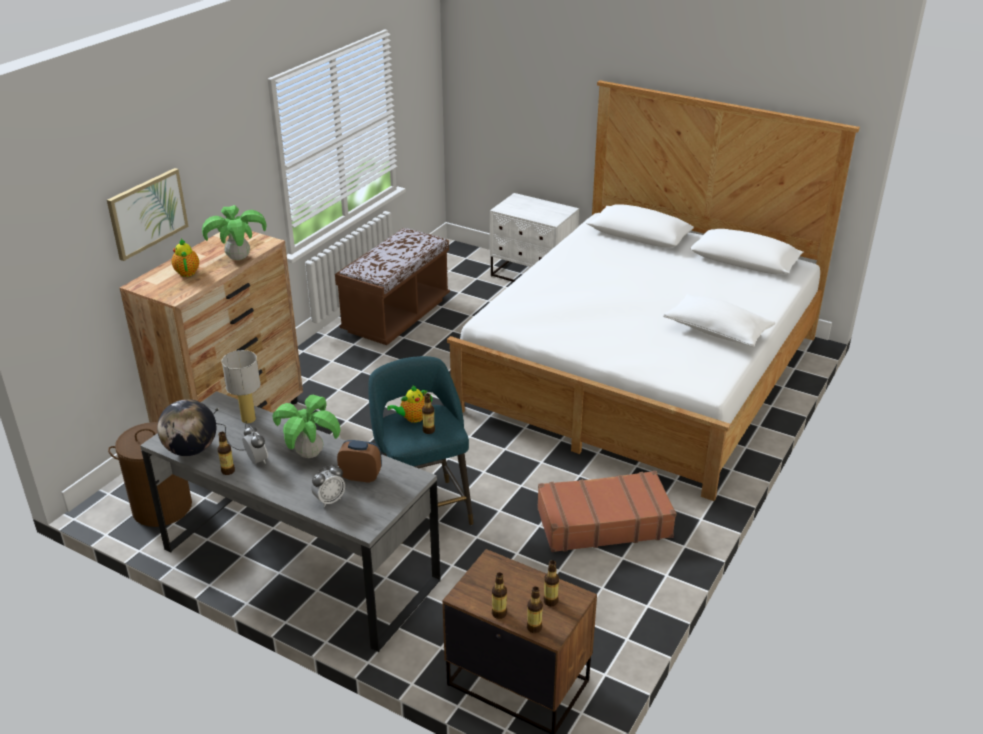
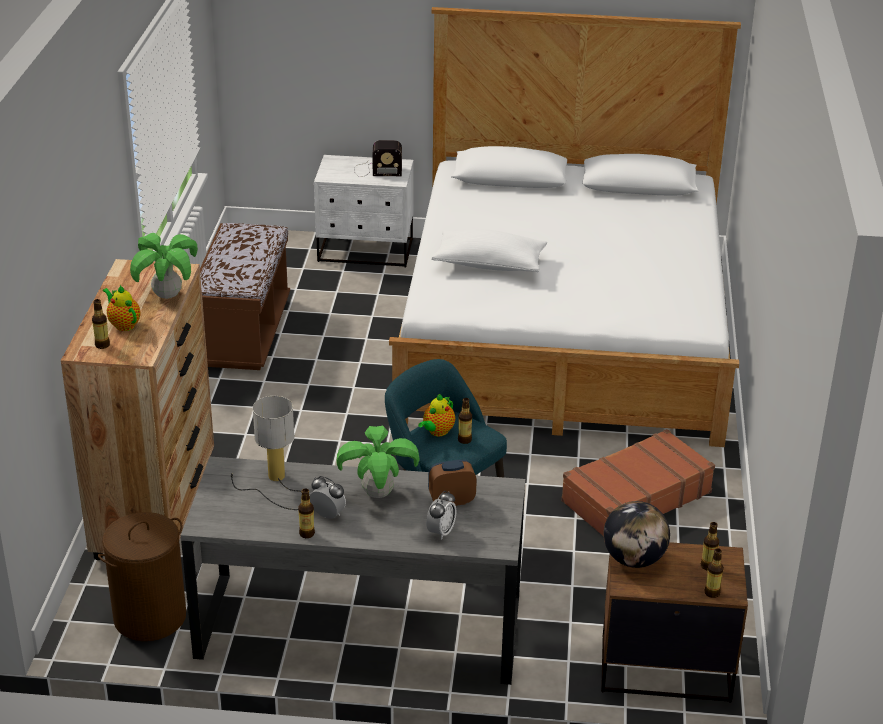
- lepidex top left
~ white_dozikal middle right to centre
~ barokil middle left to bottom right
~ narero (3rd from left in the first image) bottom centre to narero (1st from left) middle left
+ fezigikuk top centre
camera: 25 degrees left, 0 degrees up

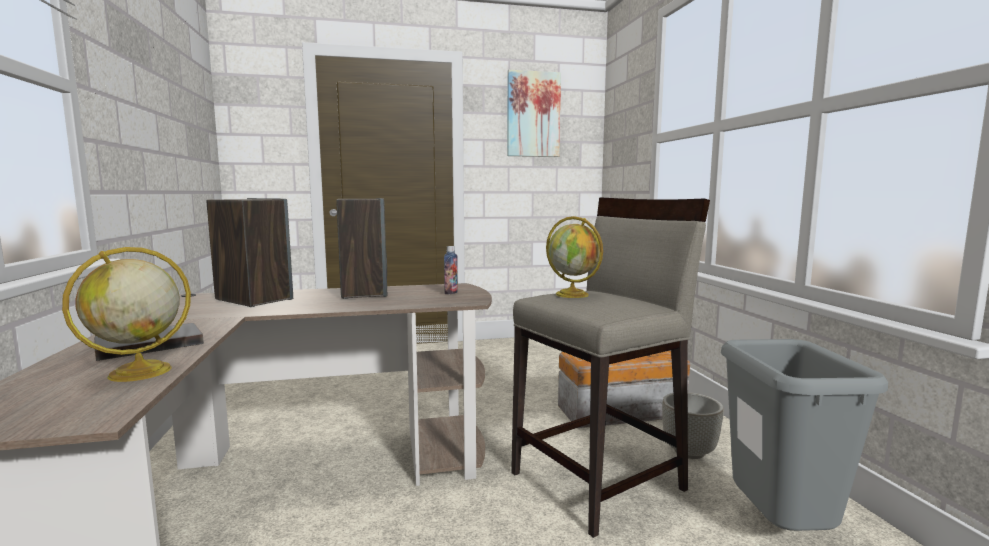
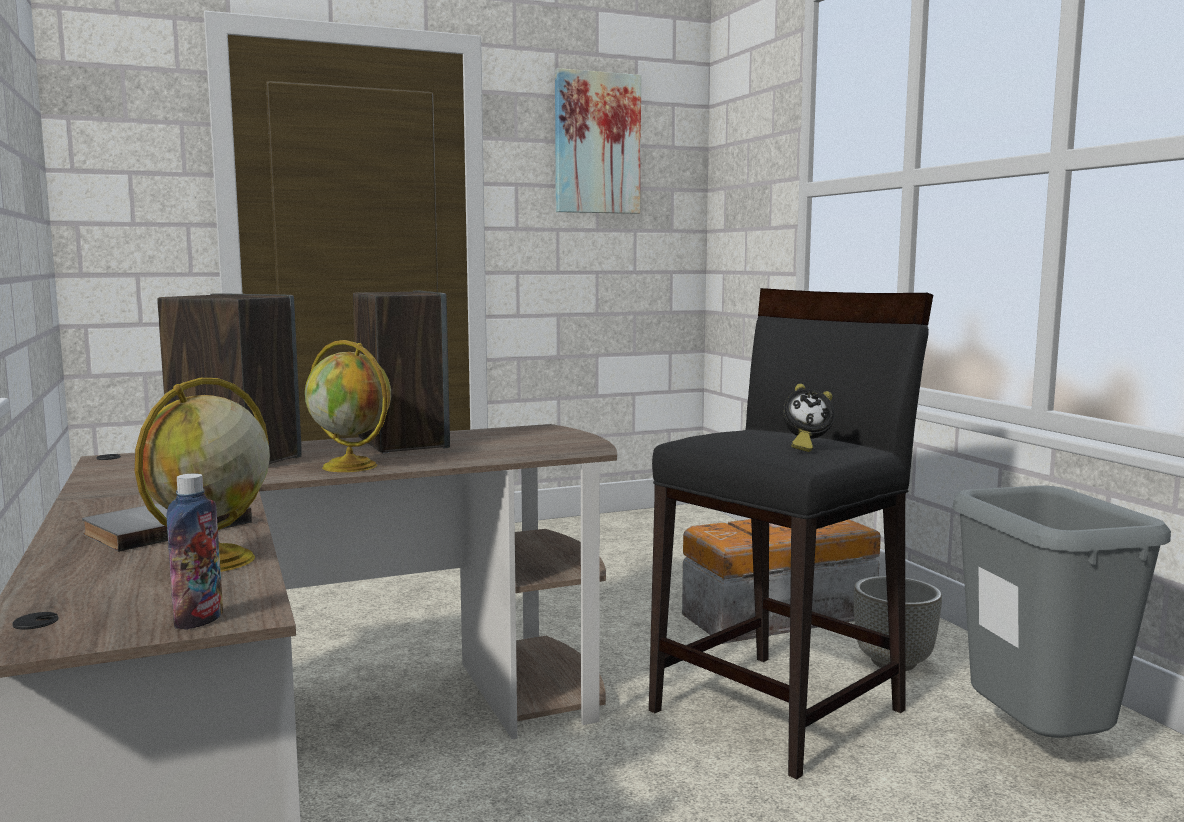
~ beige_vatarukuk bottom centre to black_vatarukuk middle right
~ barokil (2nd from left) centre to middle left
~ narero centre to bottom left
+ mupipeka middle right
camera: 10 degrees left, 0 degrees up

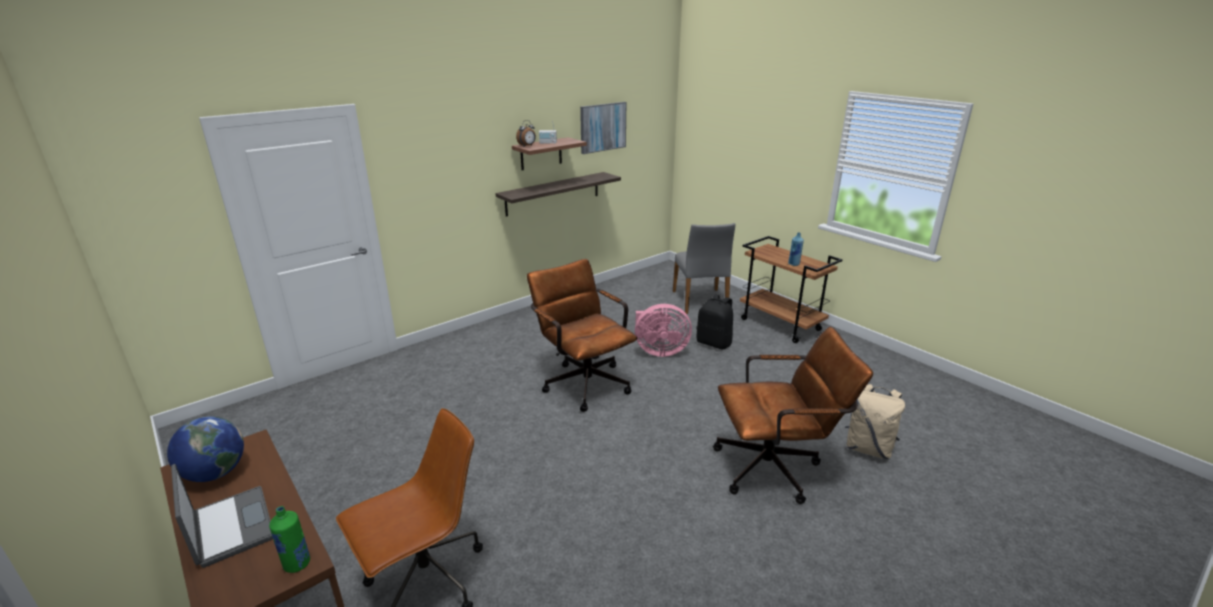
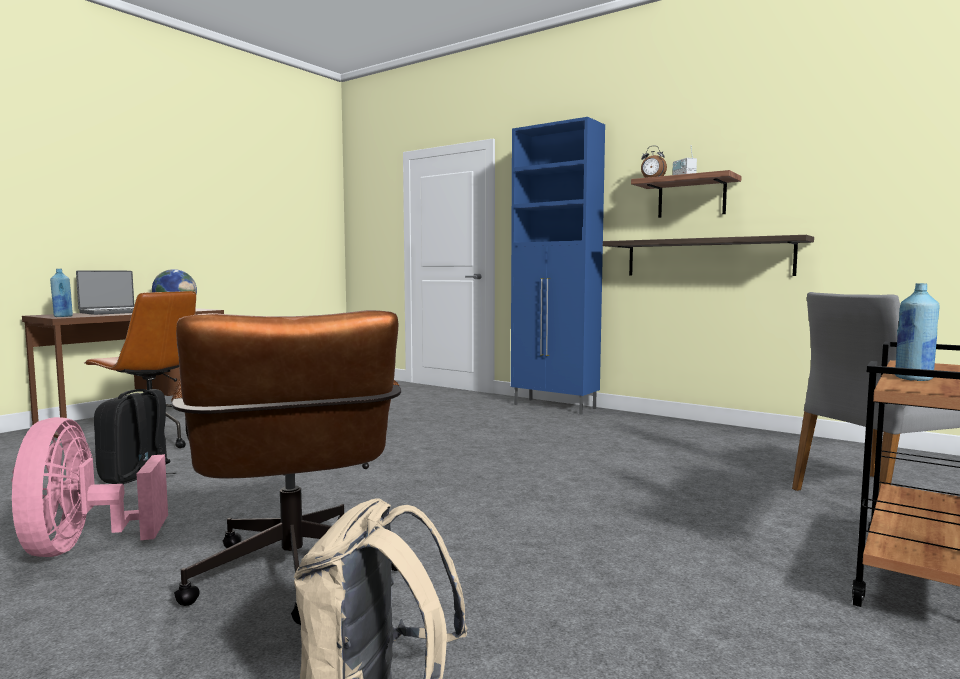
- lepidex top centre
- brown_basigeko (2nd from left) centre
~ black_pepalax centre to middle left
~ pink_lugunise centre to bottom left
~ green_narero bottom left to blue_narero (1st from left) middle left
+ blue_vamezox centre
camera: 75 degrees right, 20 degrees down

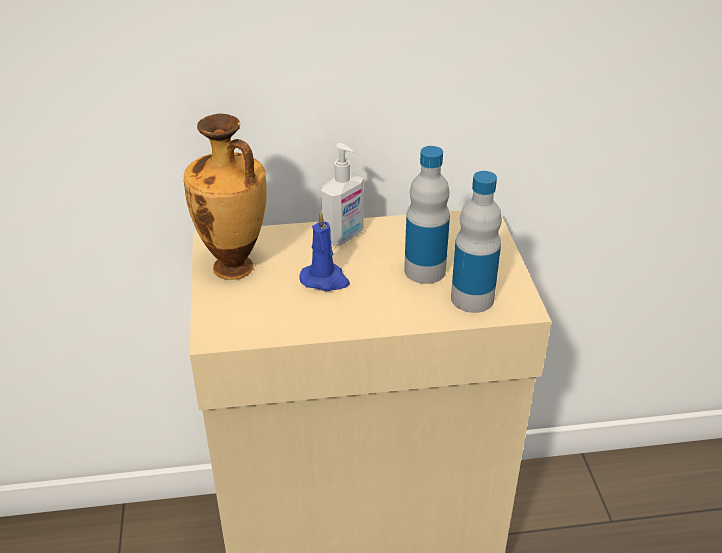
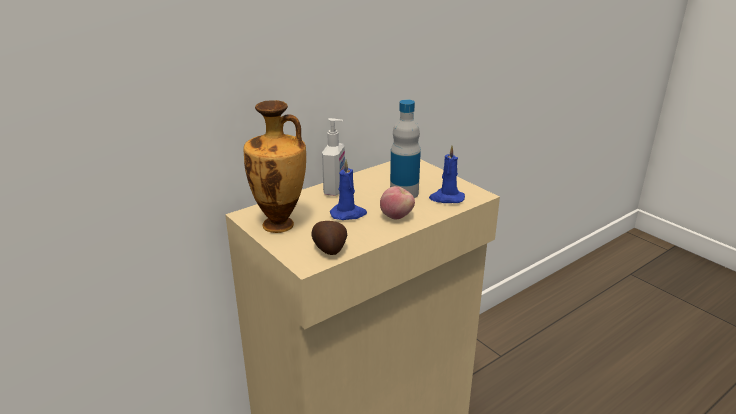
~ narero (2nd from left) centre to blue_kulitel (2nd from left) centre
+ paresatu centre
+ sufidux centre
camera: 30 degrees left, 10 degrees down

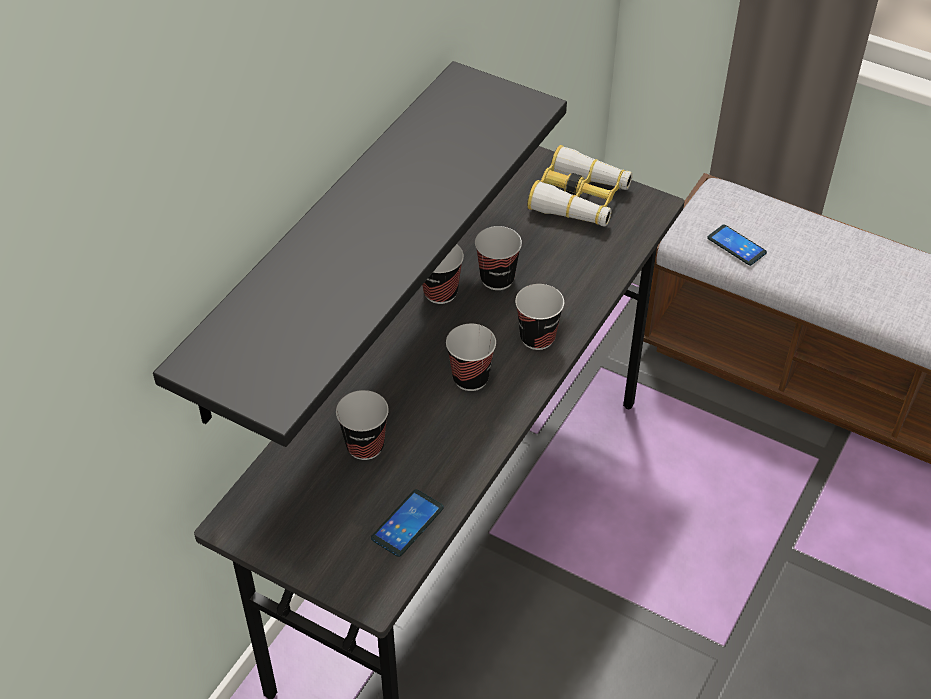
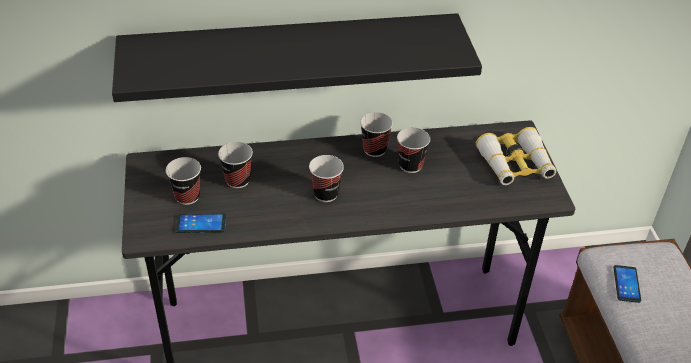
~ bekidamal (5th from left in the first image) centre to bekidamal (1st from left) middle left
camera: 50 degrees right, 5 degrees down

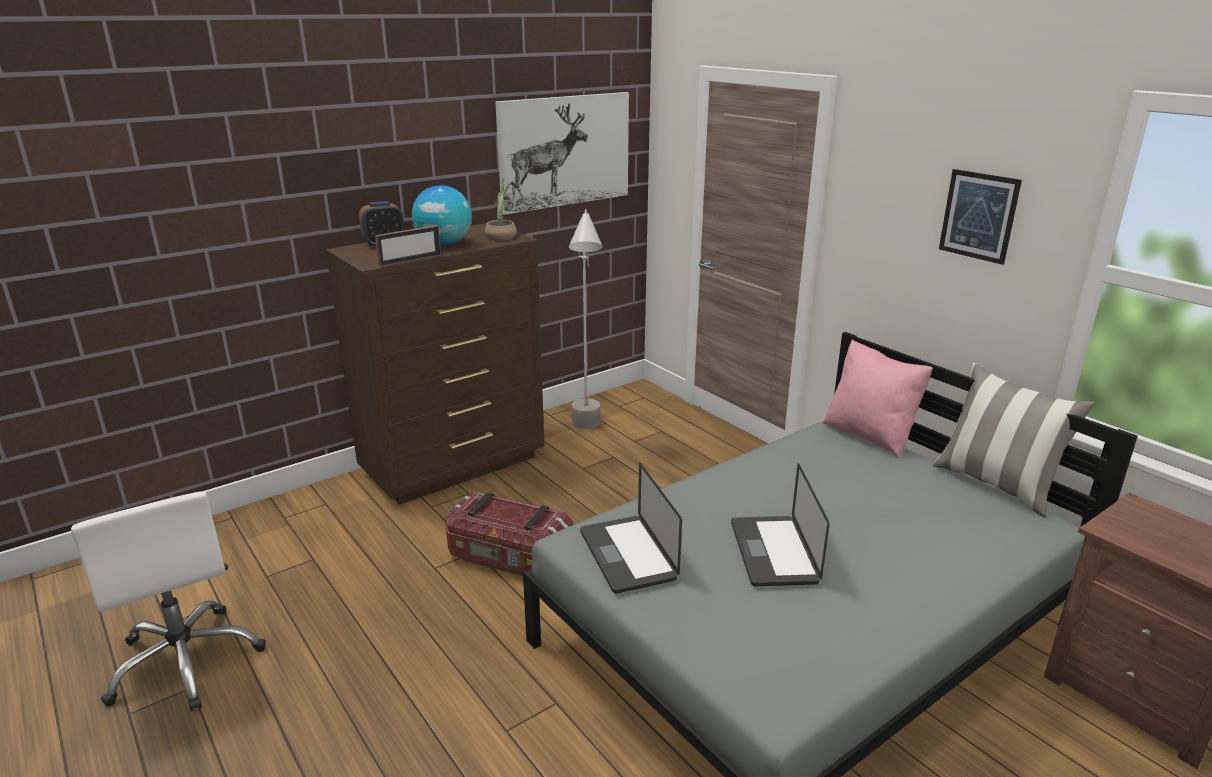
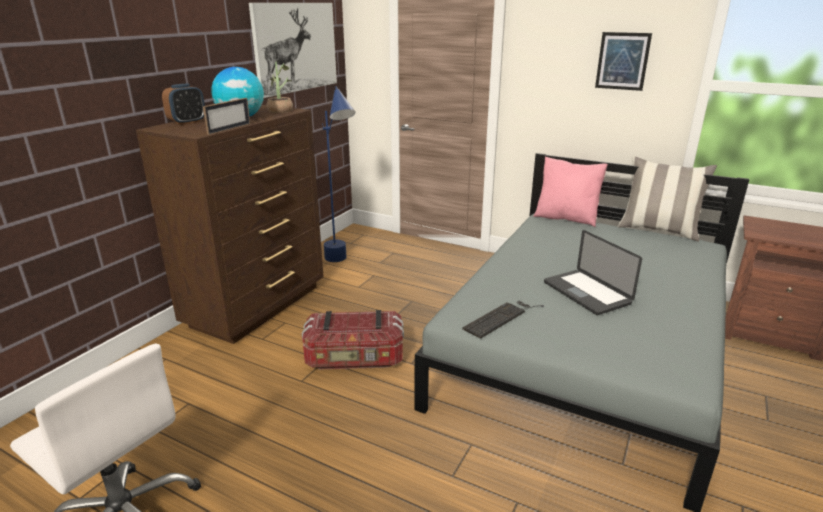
~ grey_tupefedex centre to blue_tupefedex centre
~ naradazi (1st from left) bottom centre to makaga centre
camera: 25 degrees left, 0 degrees up

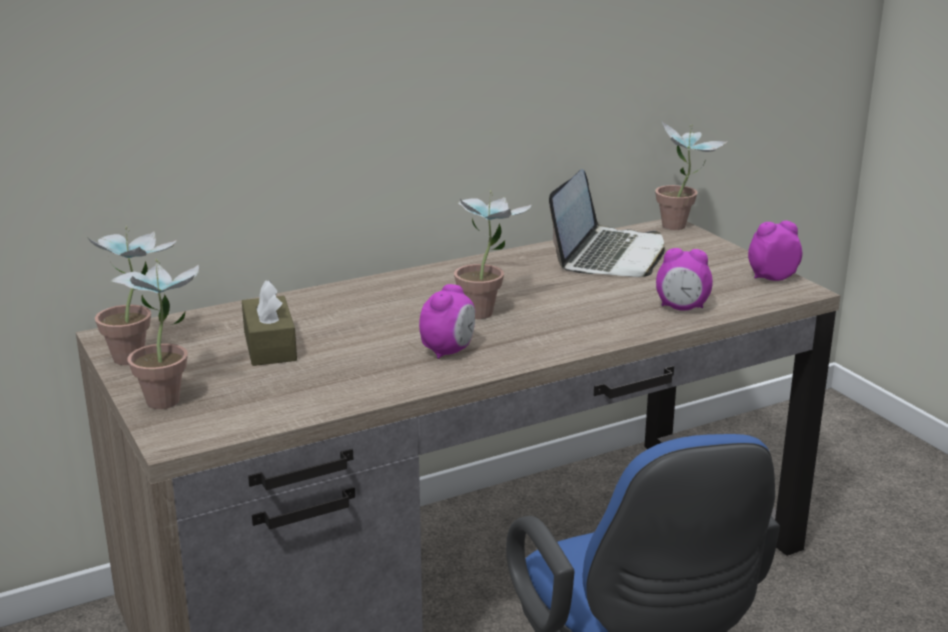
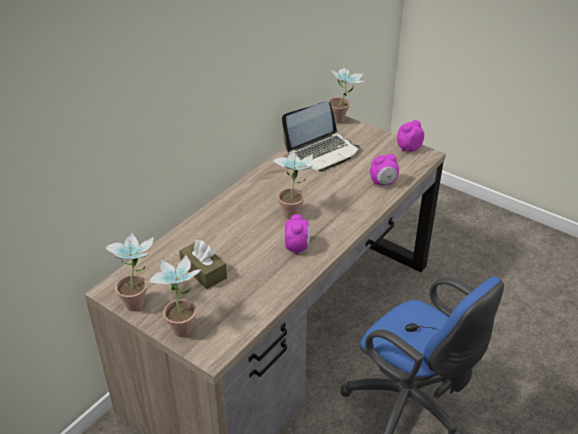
~ naradazi centre = top centre 60 degrees clockwise
camera: 25 degrees left, 15 degrees up

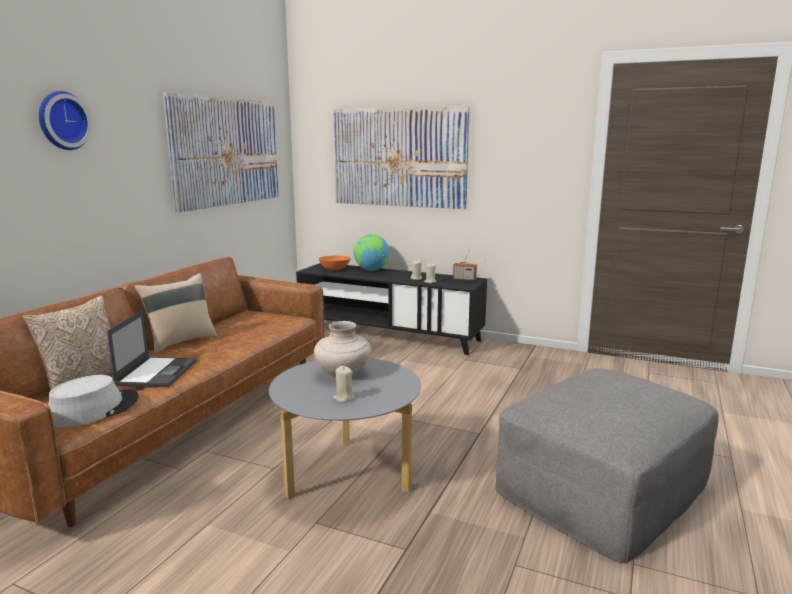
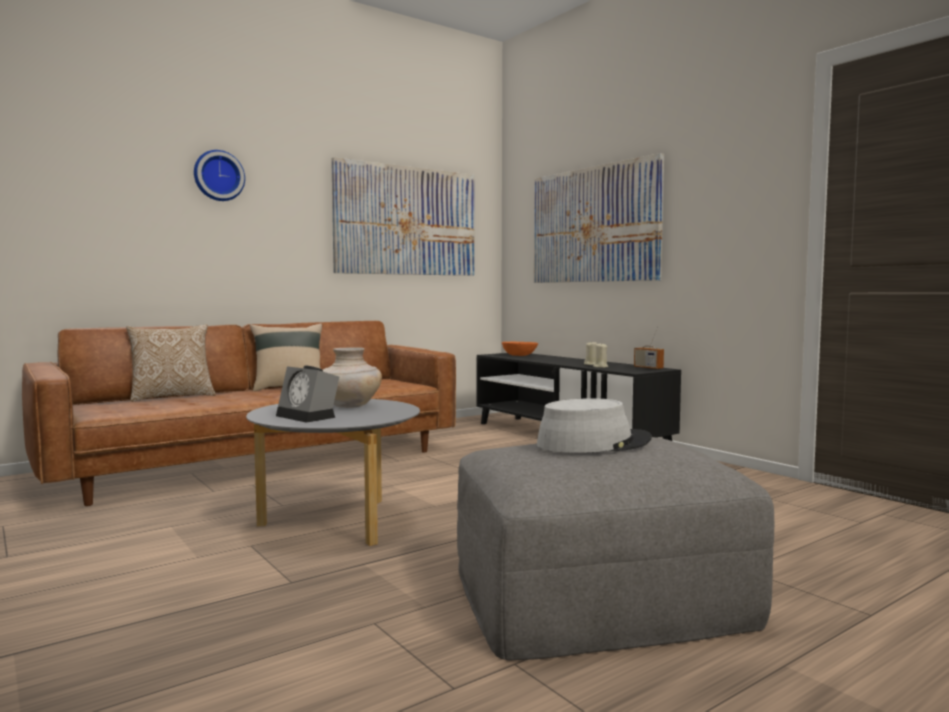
- barokil centre
- naradazi middle left
~ beige_kulitel (1st from left) centre to mupipeka middle left
~ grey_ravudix bottom left to centre
camera: 30 degrees right, 10 degrees down

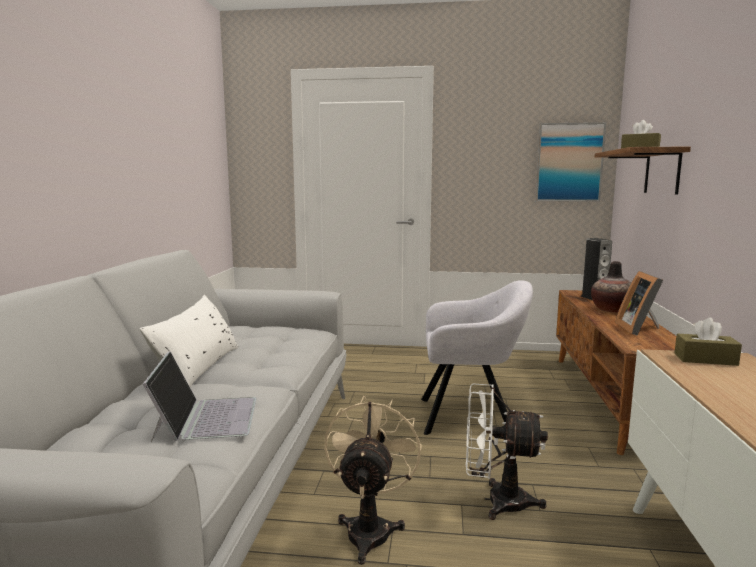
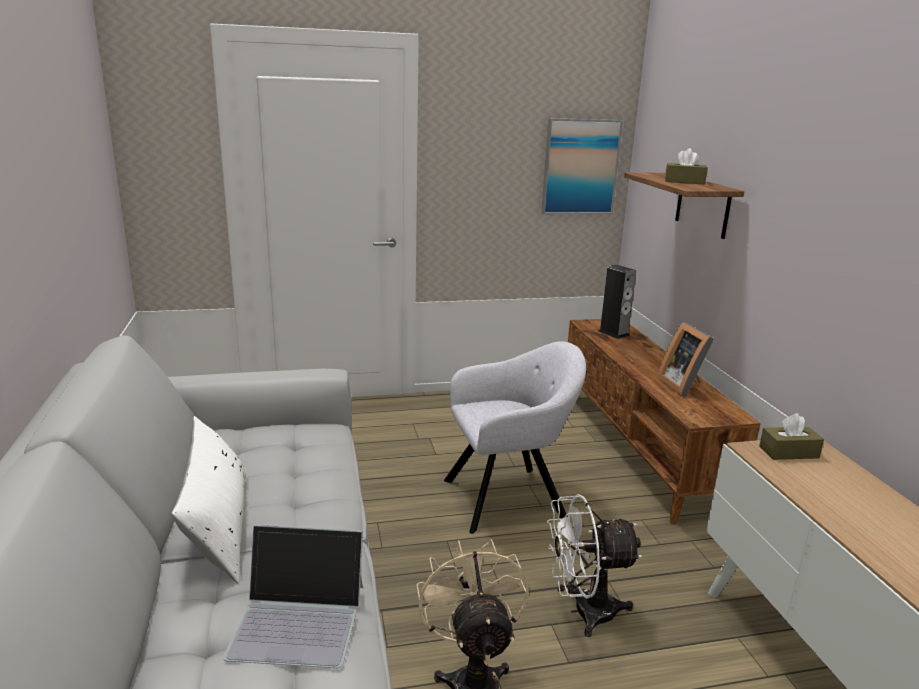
- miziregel middle right
~ naradazi bottom left = bottom left 120 degrees clockwise
camera: 20 degrees left, 10 degrees up

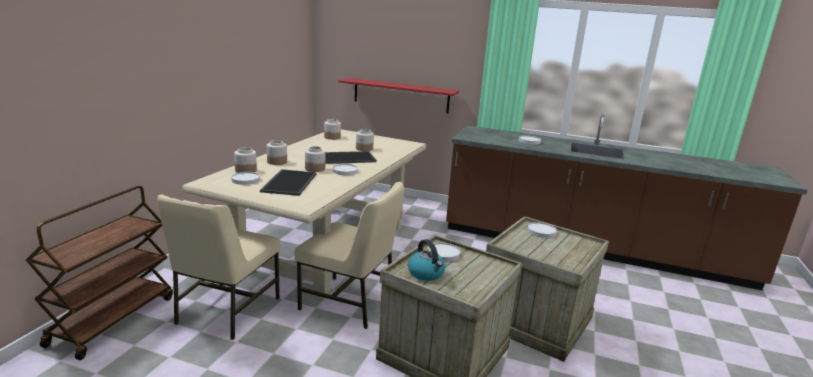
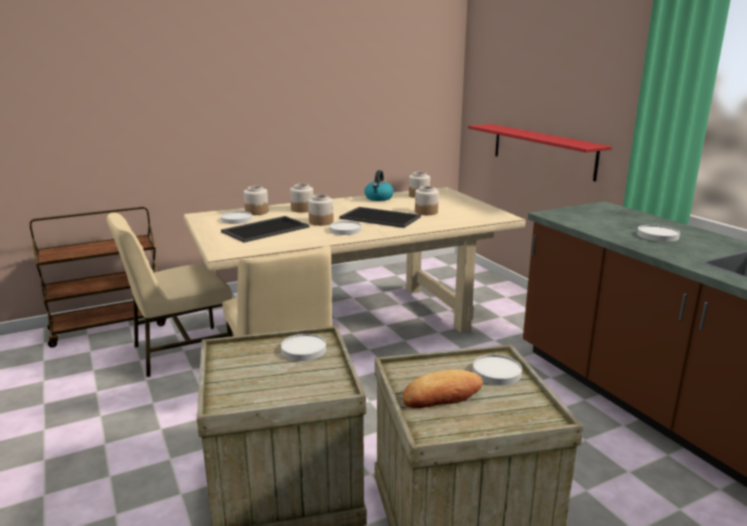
~ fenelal bottom centre to centre
+ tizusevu bottom centre
camera: 45 degrees right, 0 degrees up

